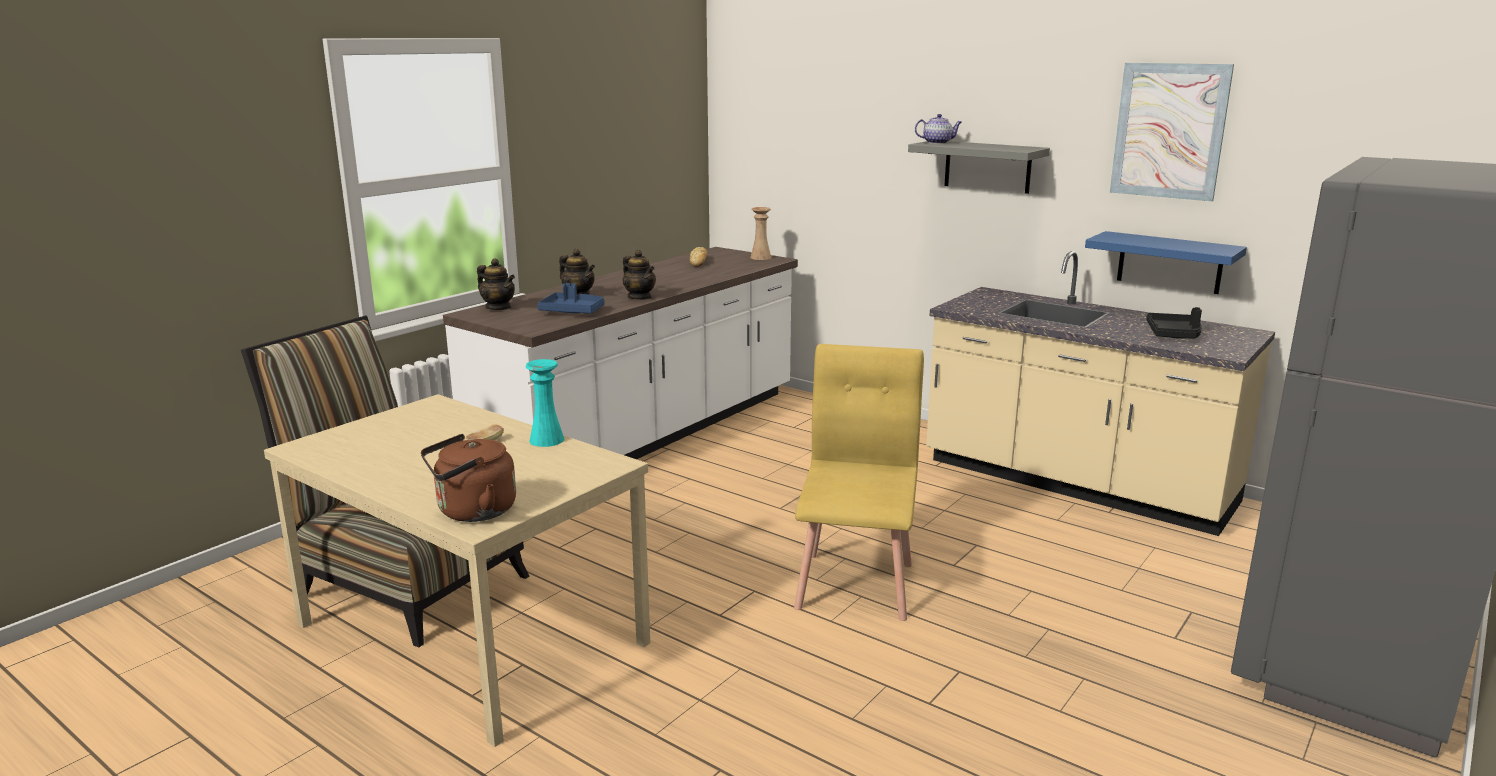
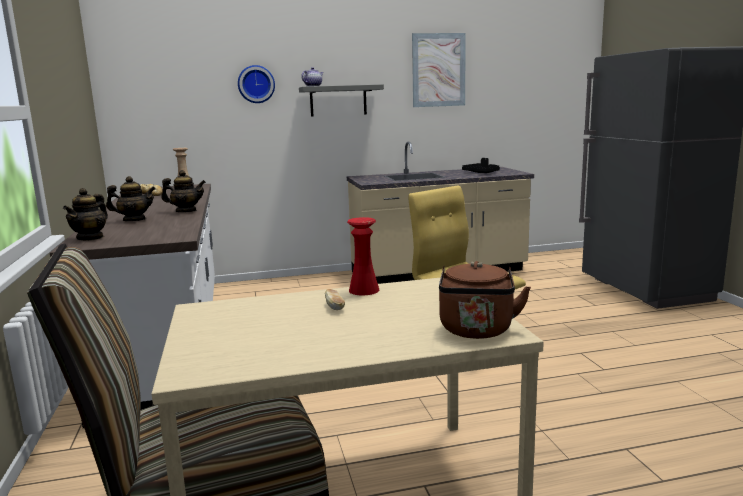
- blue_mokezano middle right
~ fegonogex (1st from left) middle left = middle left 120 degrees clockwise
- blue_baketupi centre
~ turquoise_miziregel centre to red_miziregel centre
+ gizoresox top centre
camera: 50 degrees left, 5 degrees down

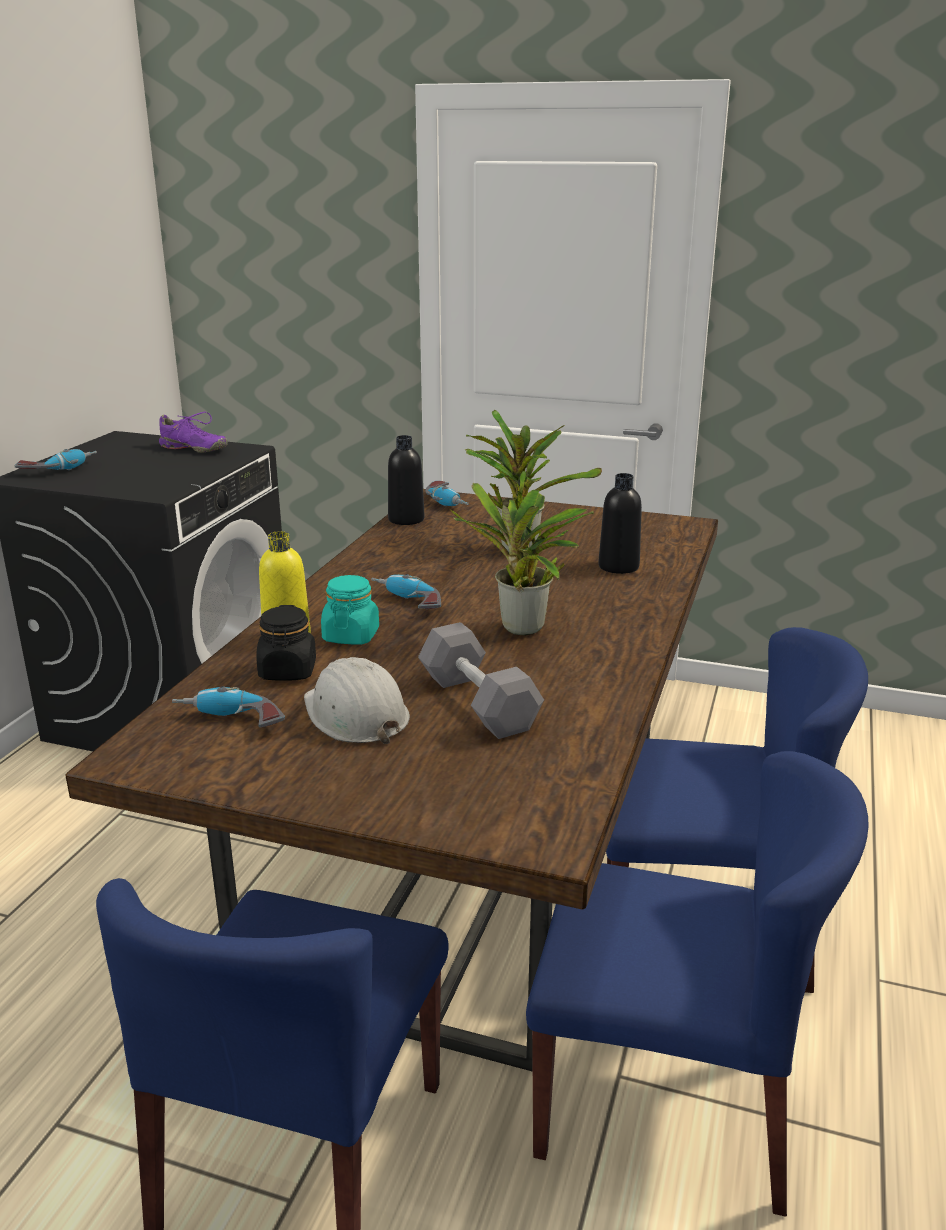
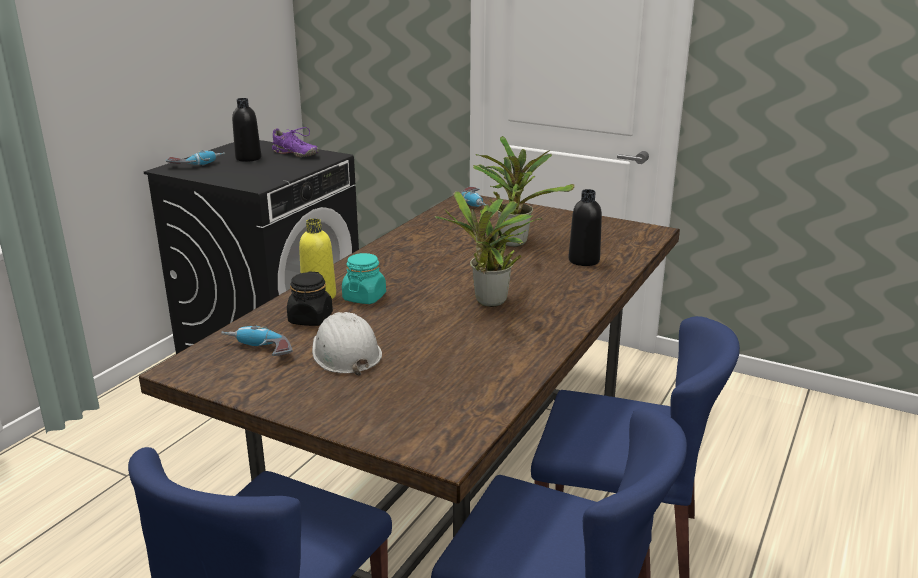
~ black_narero (1st from left) centre to top left
- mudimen (3rd from left) centre
- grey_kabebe centre
camera: 10 degrees right, 0 degrees up

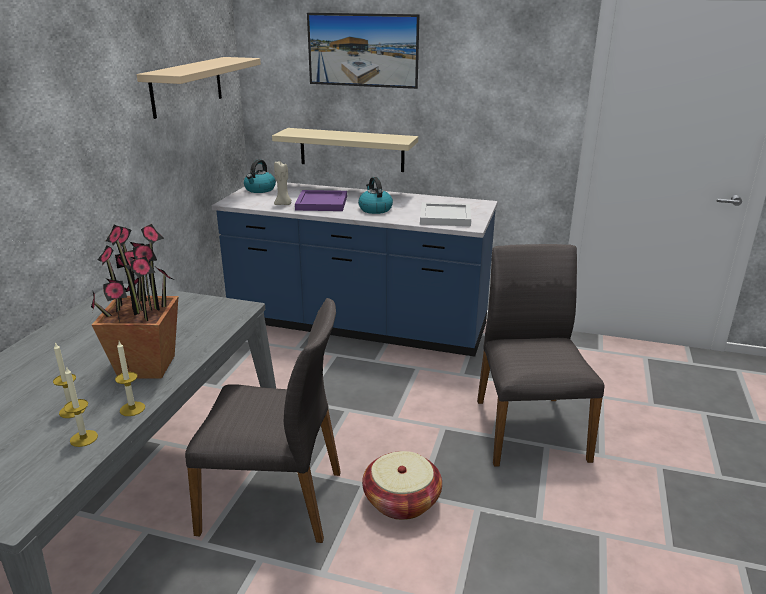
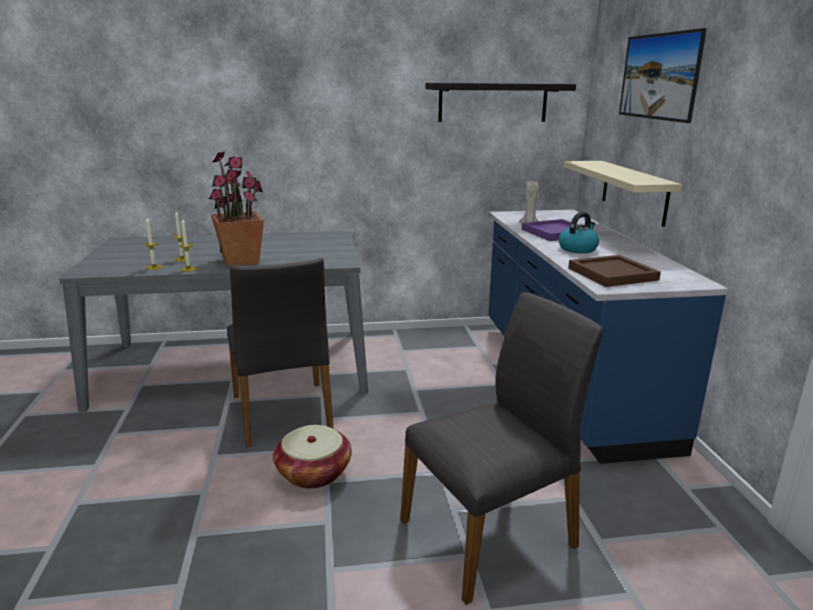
~ beige_mokezano (1st from left) top left to black_mokezano top centre
- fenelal (1st from left) top centre
~ white_baketupi centre to brown_baketupi middle right
camera: 65 degrees right, 5 degrees down

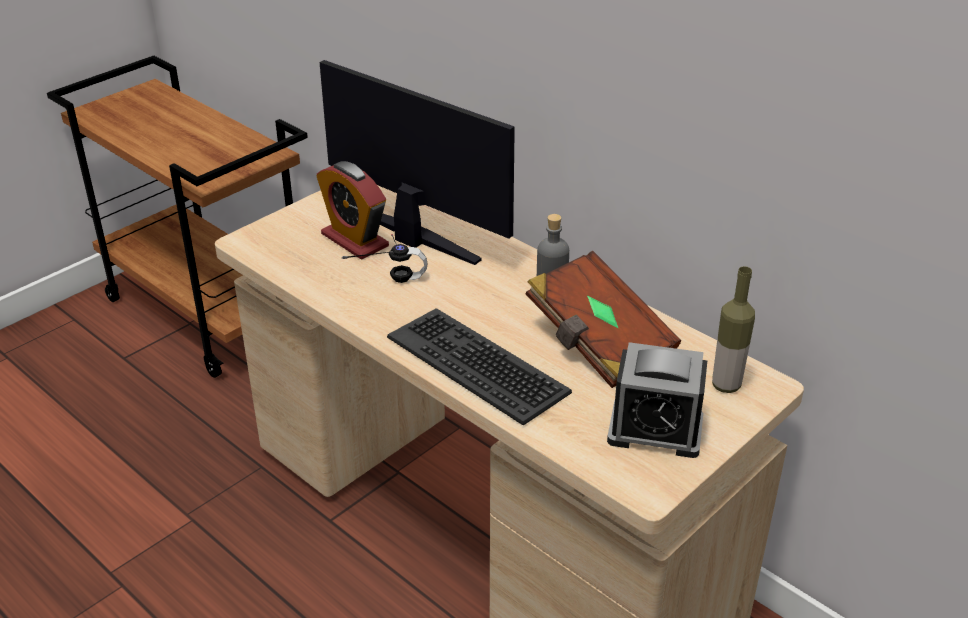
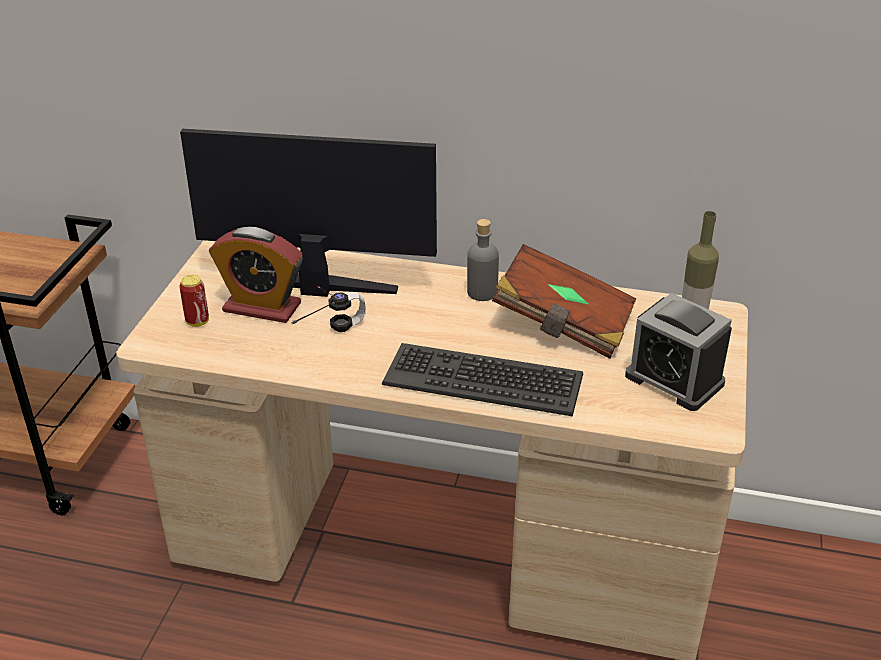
~ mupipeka (2nd from left) middle right = middle right 60 degrees clockwise
+ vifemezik middle left
camera: 30 degrees left, 0 degrees up

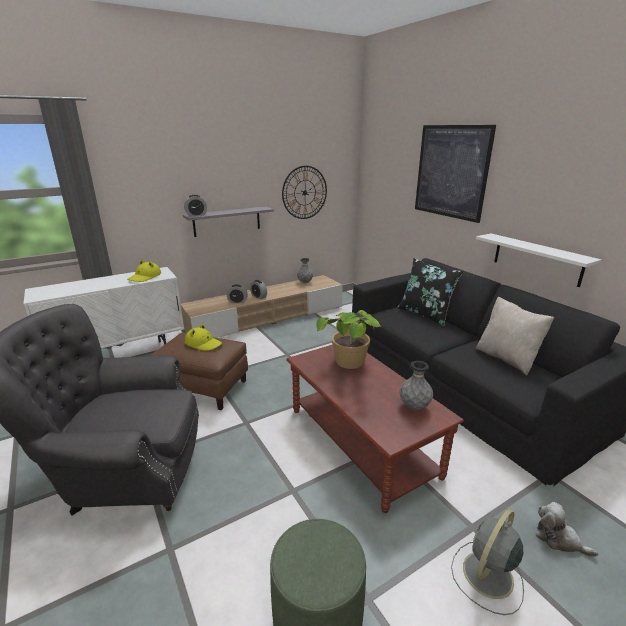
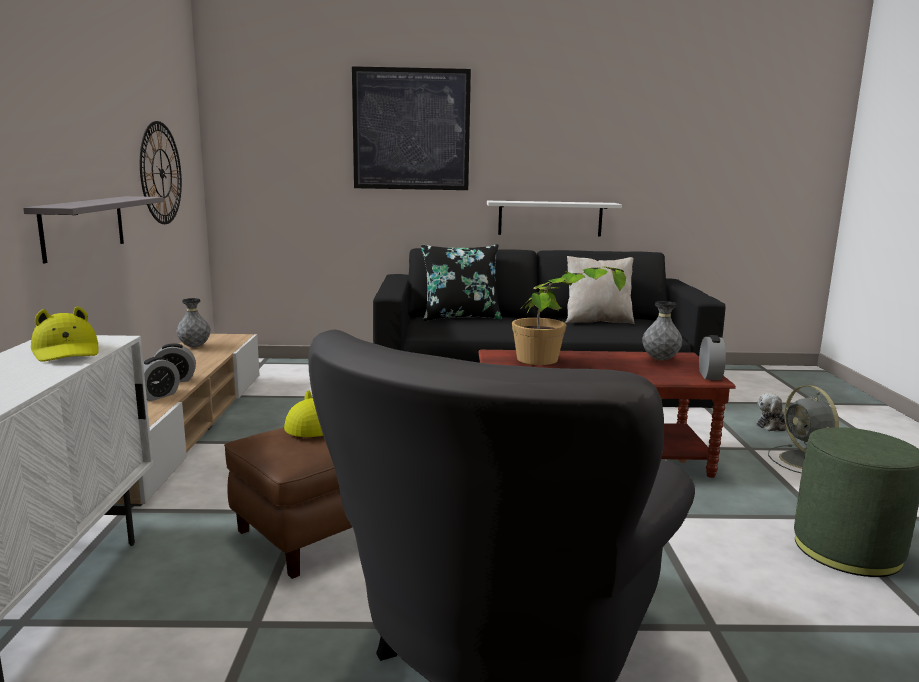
~ mupipeka (1st from left in the first image) top left to mupipeka (3rd from left) middle right
camera: 60 degrees left, 10 degrees down

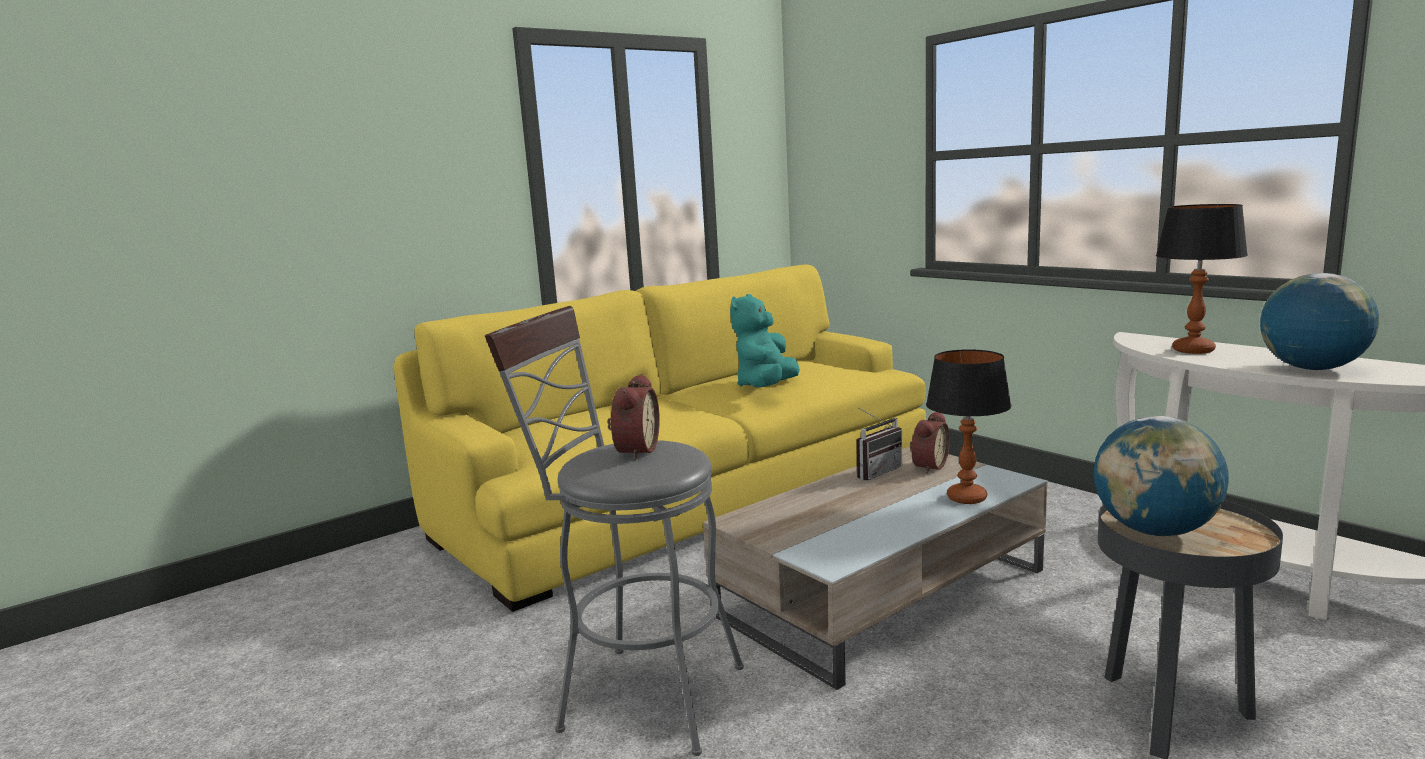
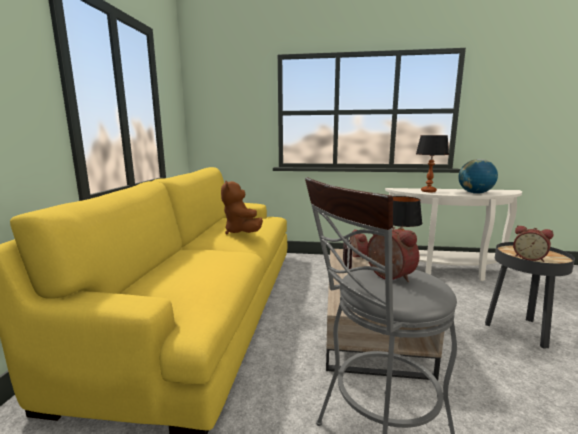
~ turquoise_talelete centre to brown_talelete centre
~ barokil (1st from left) middle right to mupipeka (3rd from left) middle right
camera: 45 degrees left, 0 degrees up

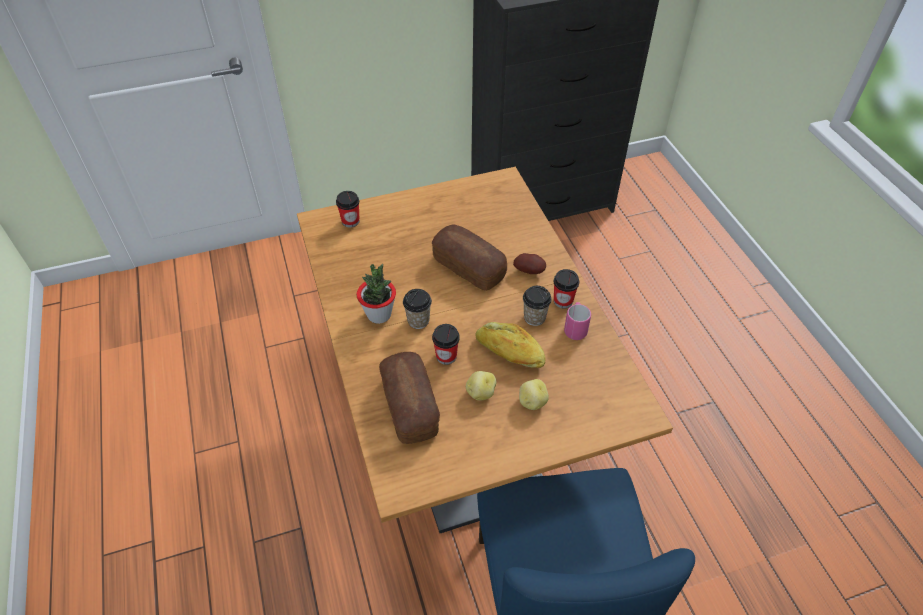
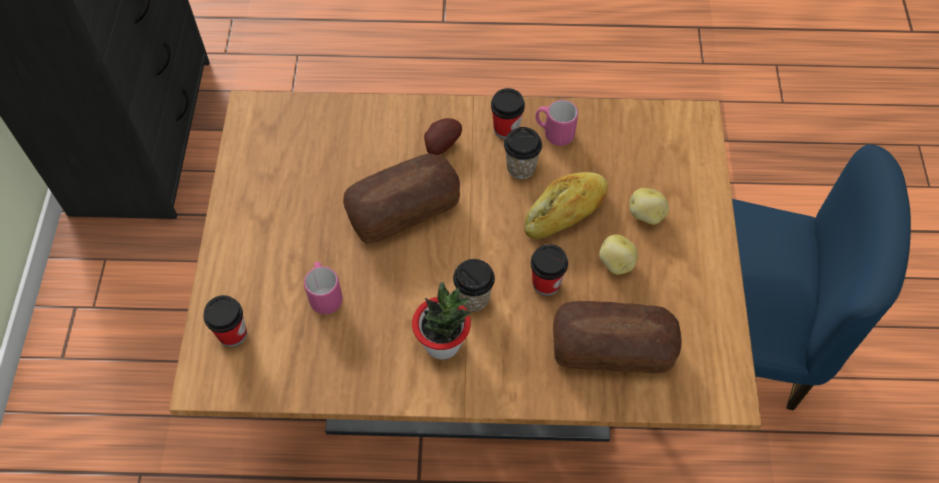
+ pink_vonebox (1st from left) centre
camera: 70 degrees left, 10 degrees up

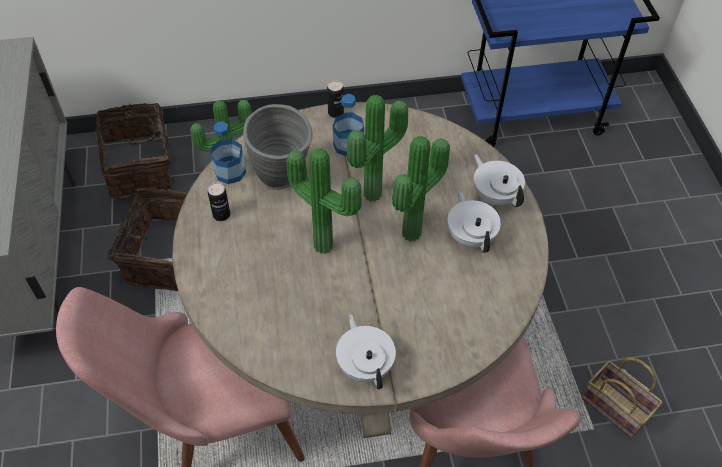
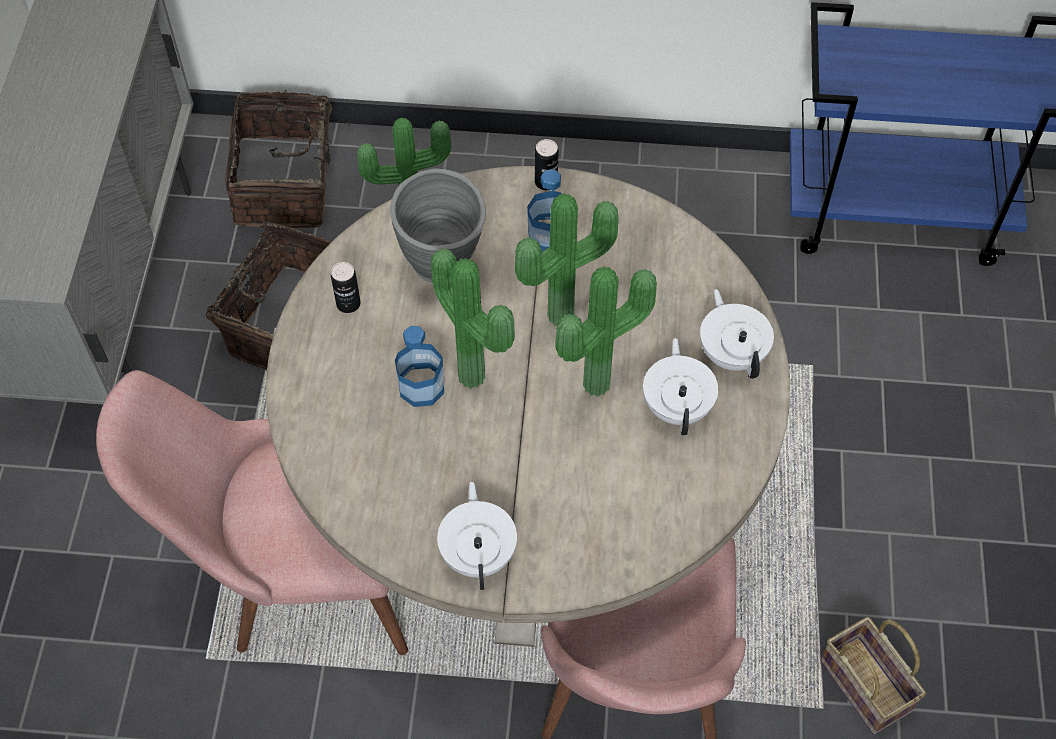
~ narero (1st from left) top left to centre
camera: 15 degrees right, 5 degrees up

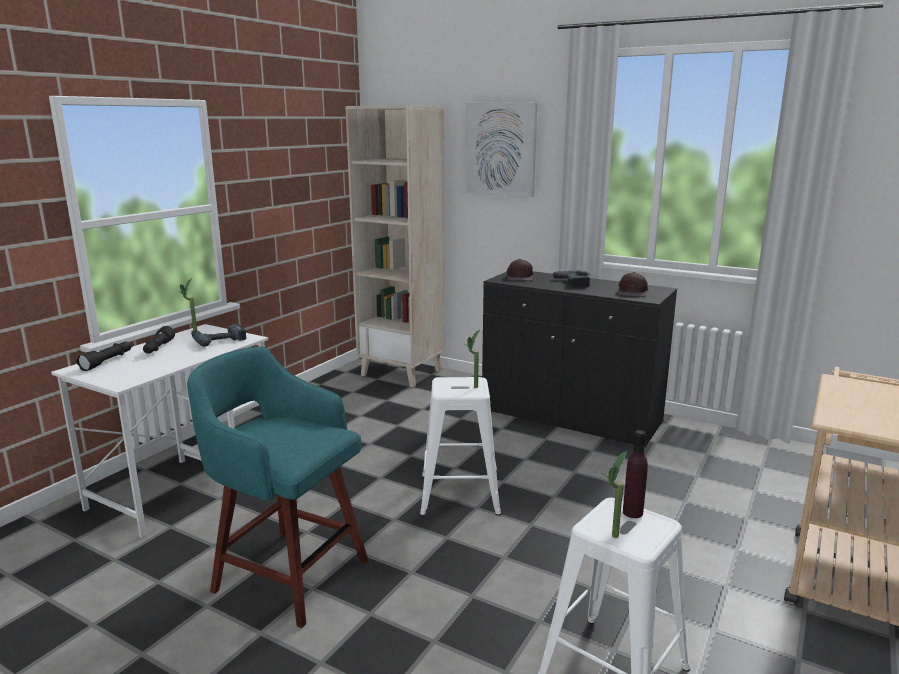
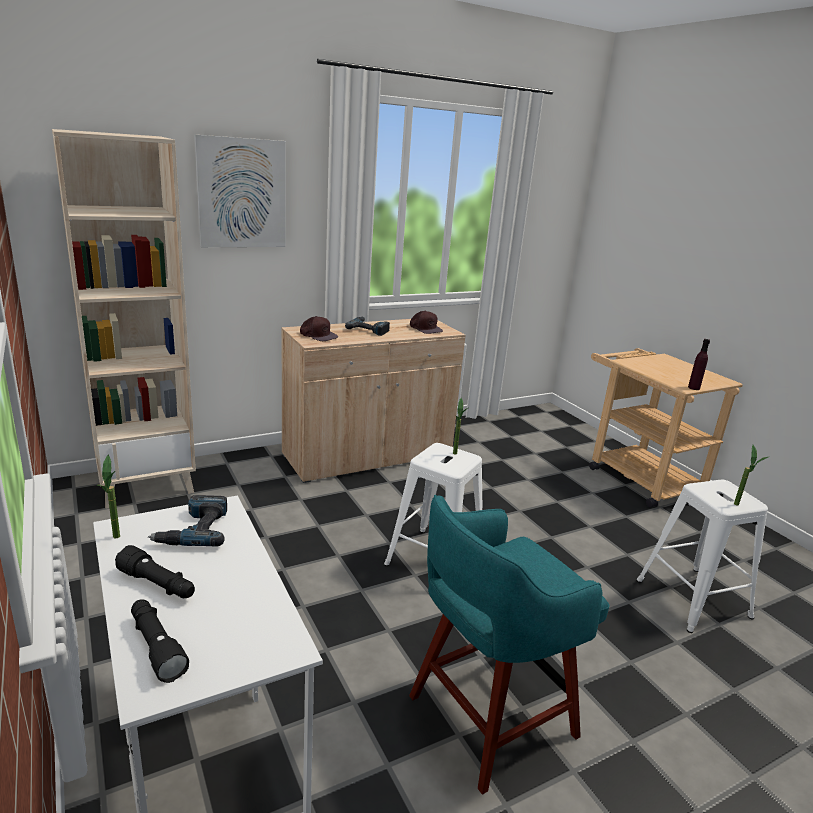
~ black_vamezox centre to beige_vamezox centre
~ purple_narero bottom right to middle right
camera: 60 degrees left, 5 degrees up

